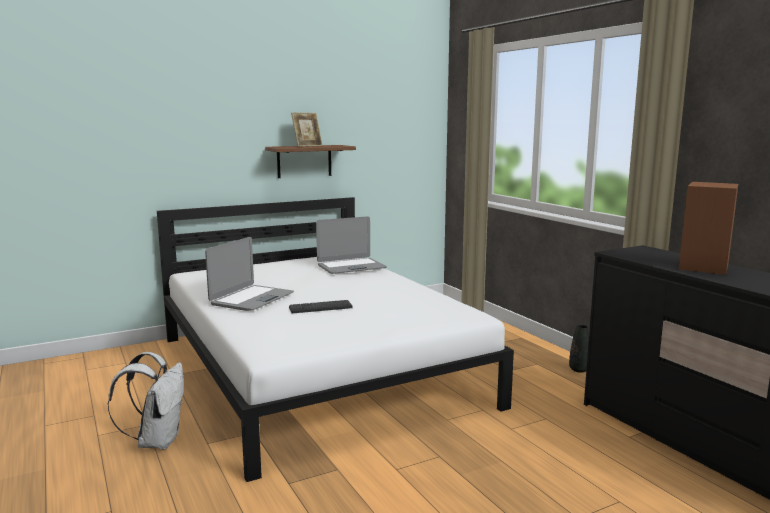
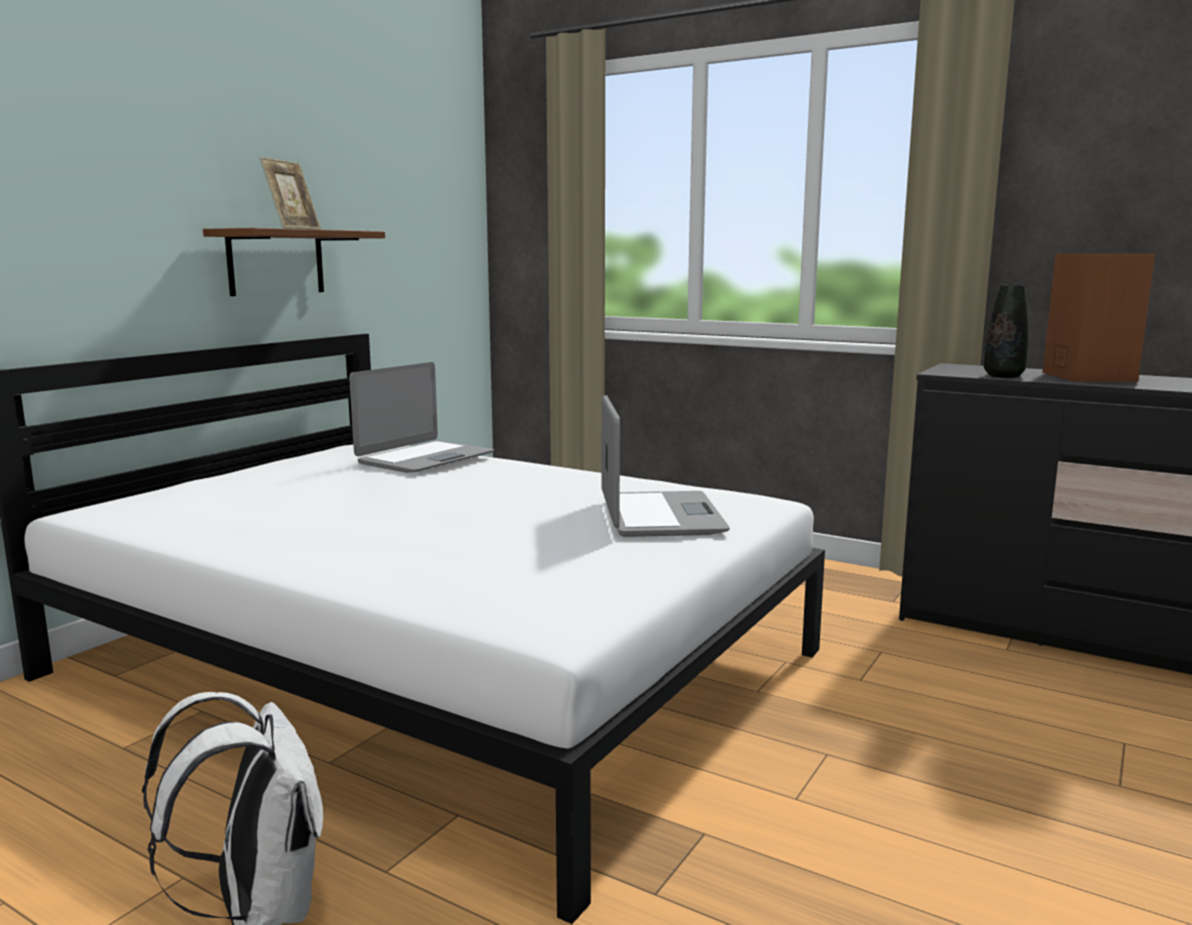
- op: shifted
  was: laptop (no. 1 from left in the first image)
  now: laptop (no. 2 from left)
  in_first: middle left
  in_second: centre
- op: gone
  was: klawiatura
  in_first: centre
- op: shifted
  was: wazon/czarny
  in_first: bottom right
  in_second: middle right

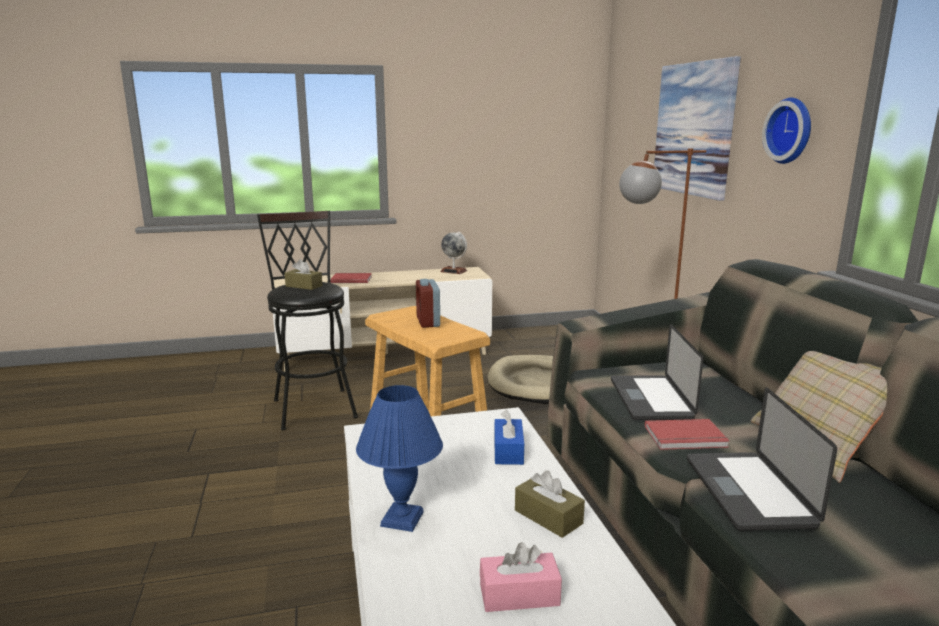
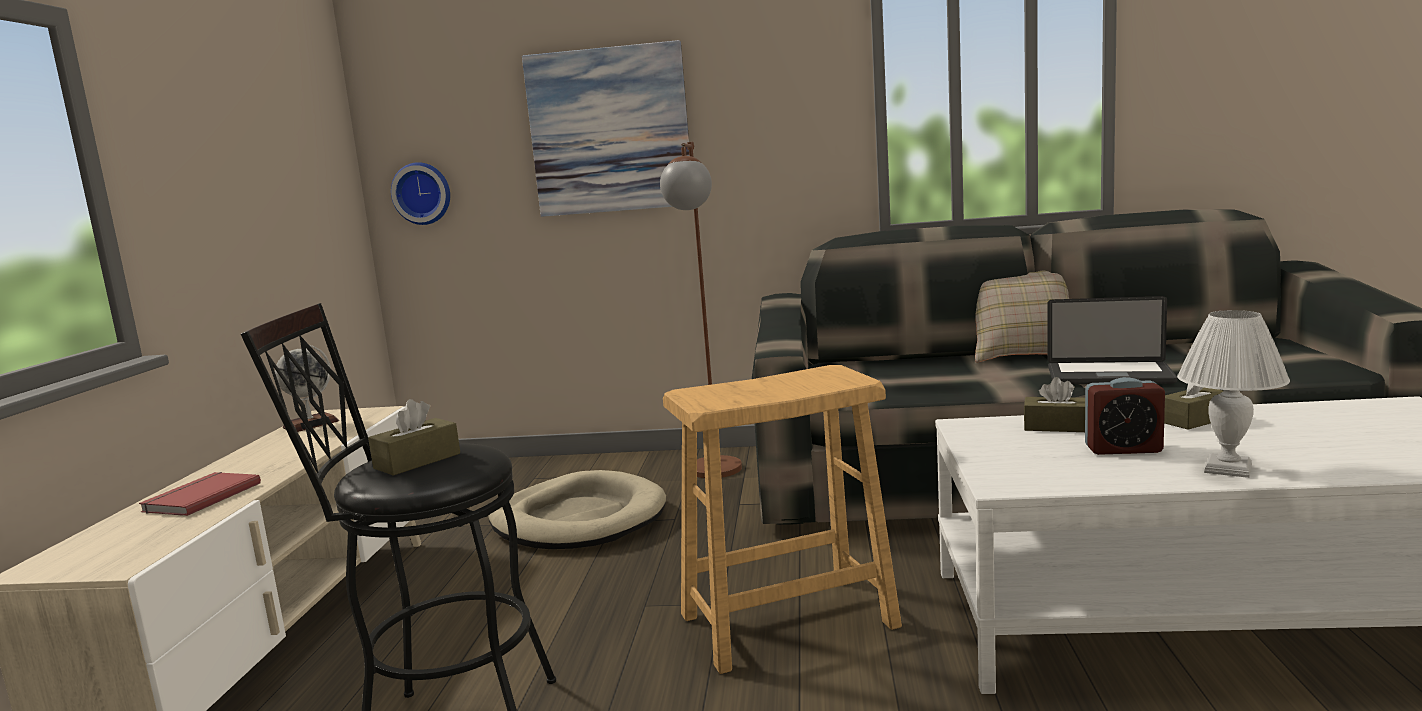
- op: repainted
  was: lampa stołowa/niebieski
  now: lampa stołowa/biały
  in_first: bottom centre
  in_second: middle right
- op: shifted
  was: budzik
  in_first: centre
  in_second: middle right
- op: gone
  was: pudełko chusteczek/różowy
  in_first: bottom centre
- op: repainted
  was: pudełko chusteczek/niebieski
  now: pudełko chusteczek/brązowy (no. 2 from left)
  in_first: bottom centre
  in_second: middle right
- op: gone
  was: laptop (no. 1 from left)
  in_first: middle right
- op: gone
  was: książka/czerwony (no. 2 from left)
  in_first: bottom right
- op: shifted
  was: zegar ścienny
  in_first: top right
  in_second: top left

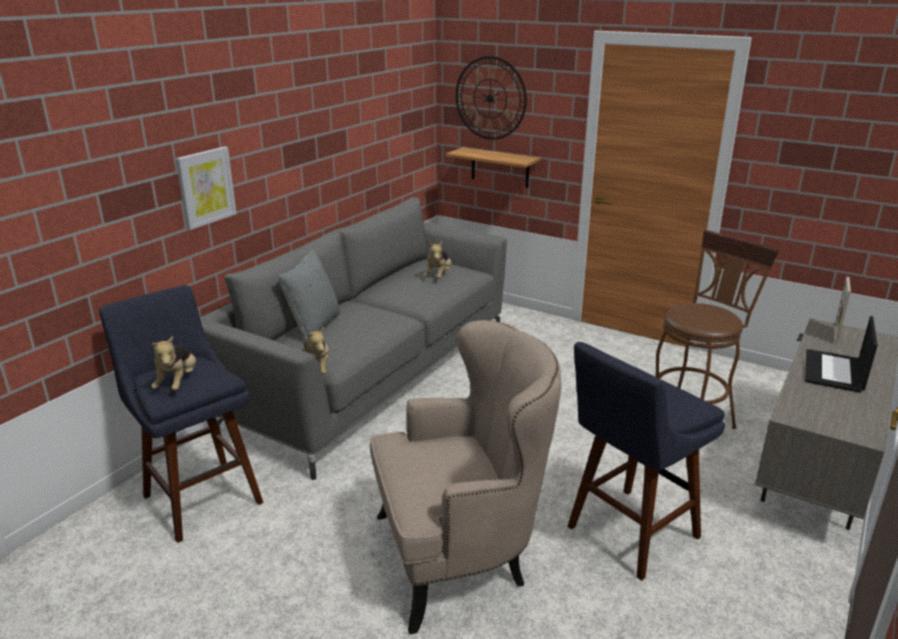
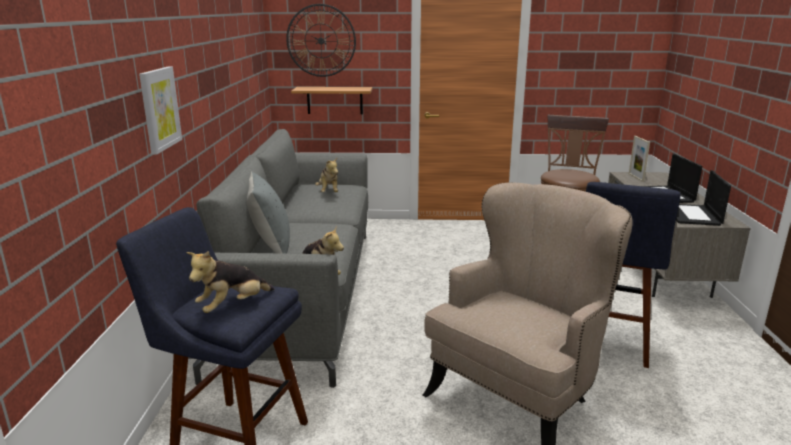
- op: rotated
  was: pluszak (no. 1 from left)
  in_first: middle left
  in_second: middle left
  clockwise: 75
- op: new
  now: laptop (no. 2 from left)
  in_second: middle right

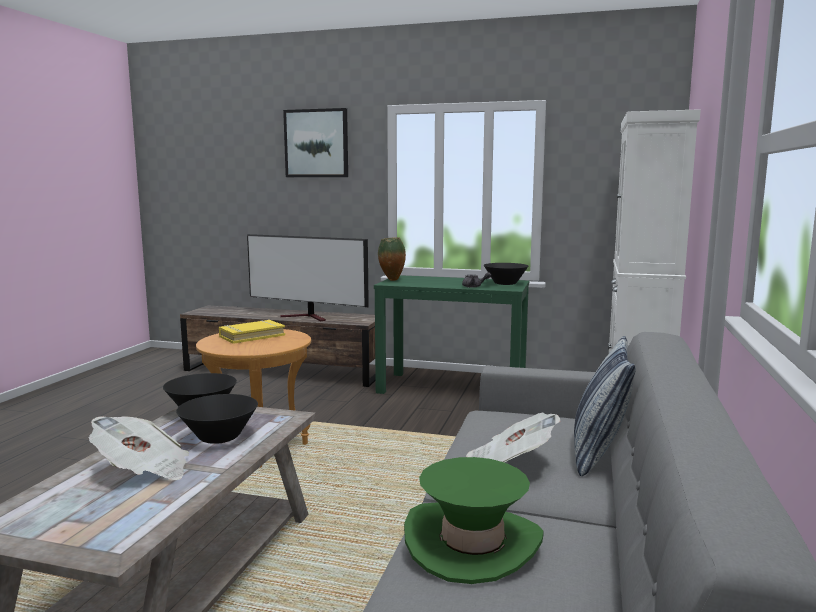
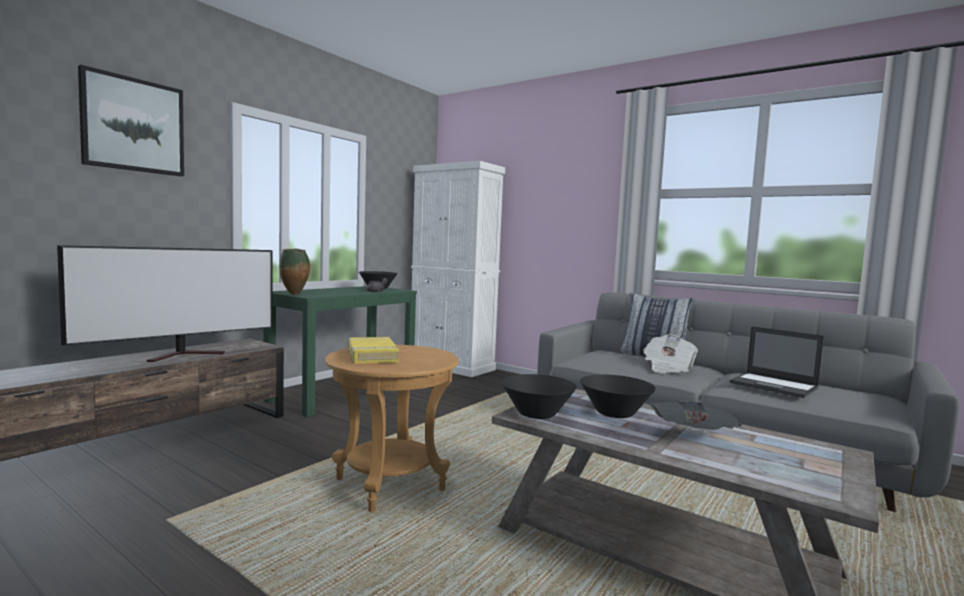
- op: swapped
  was: kapelusz/zielony
  now: laptop
  in_first: bottom centre
  in_second: middle right

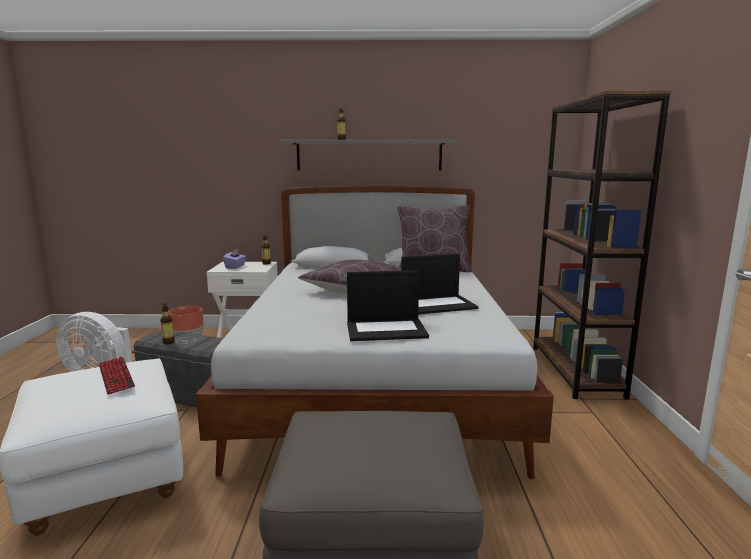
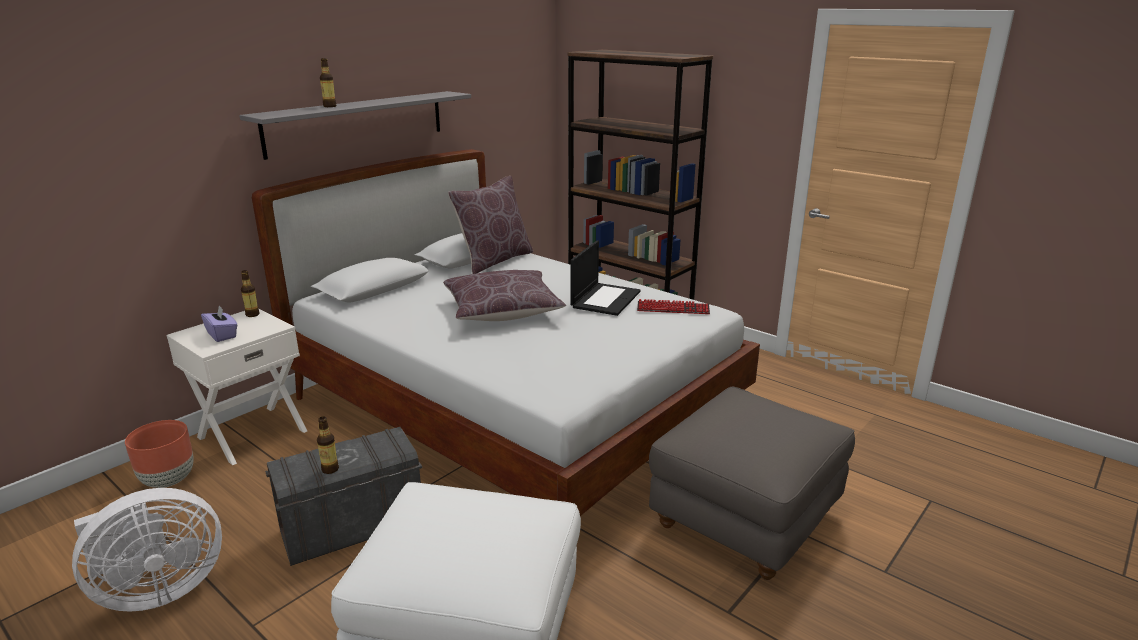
- op: shifted
  was: klawiatura
  in_first: bottom left
  in_second: centre
- op: gone
  was: laptop (no. 1 from left)
  in_first: centre

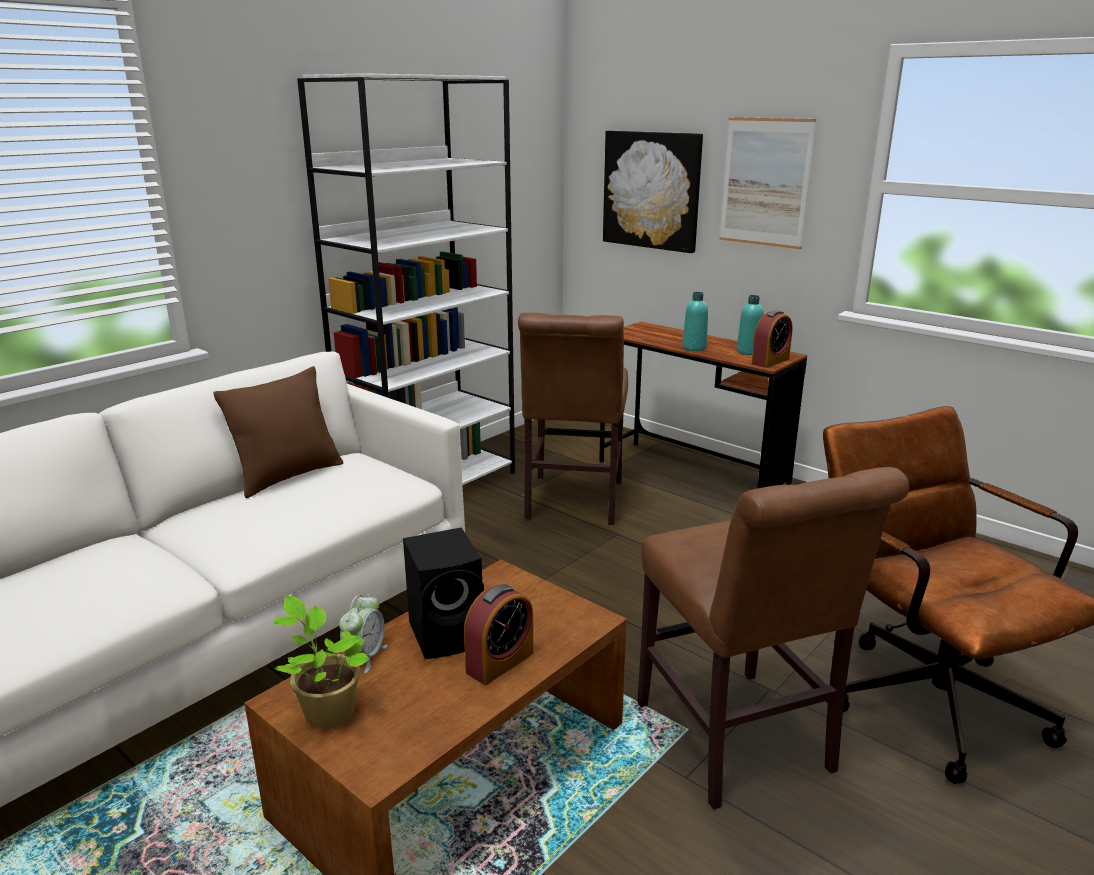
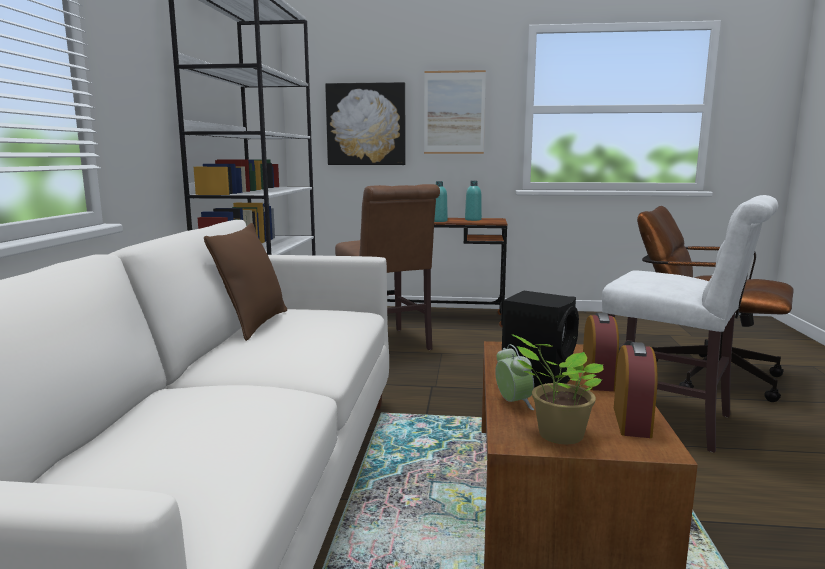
- op: repainted
  was: krzesło/brązowy (no. 2 from left)
  now: krzesło/biały
  in_first: bottom right
  in_second: middle right
- op: shifted
  was: budzik (no. 3 from left)
  in_first: middle right
  in_second: bottom right

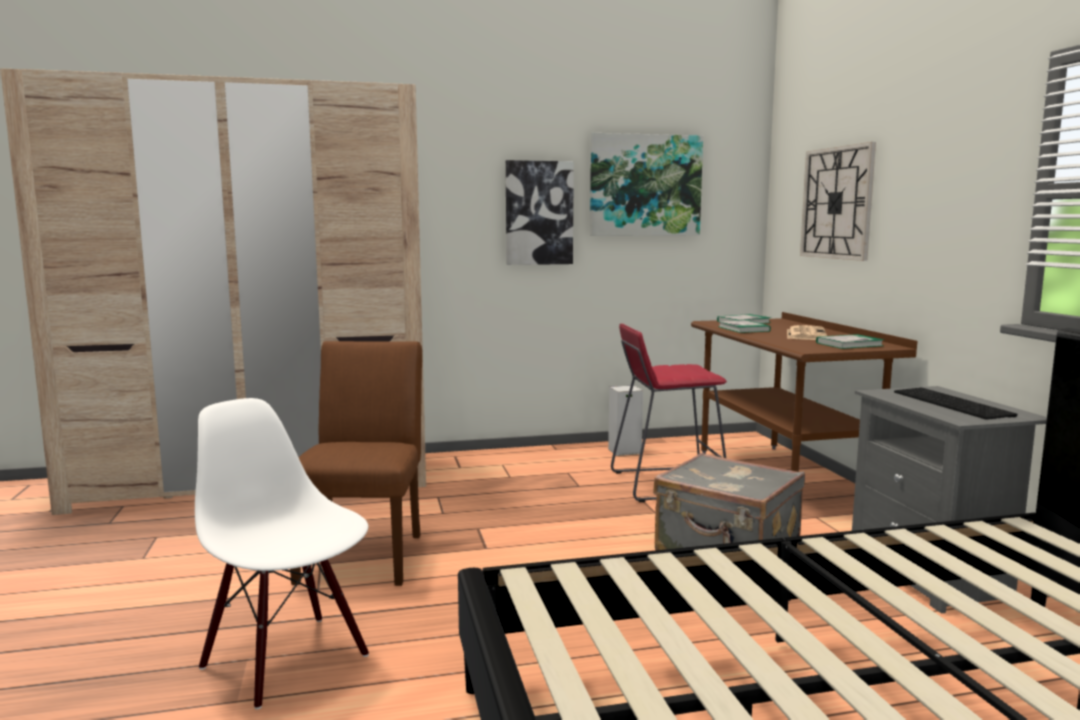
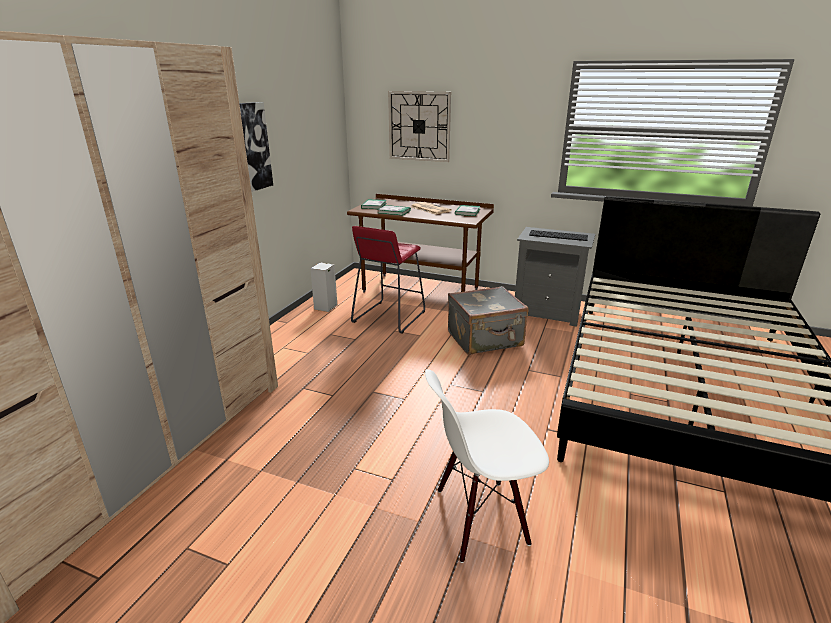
- op: gone
  was: krzesło/brązowy
  in_first: middle left
- op: gone
  was: obraz (no. 2 from left)
  in_first: top centre

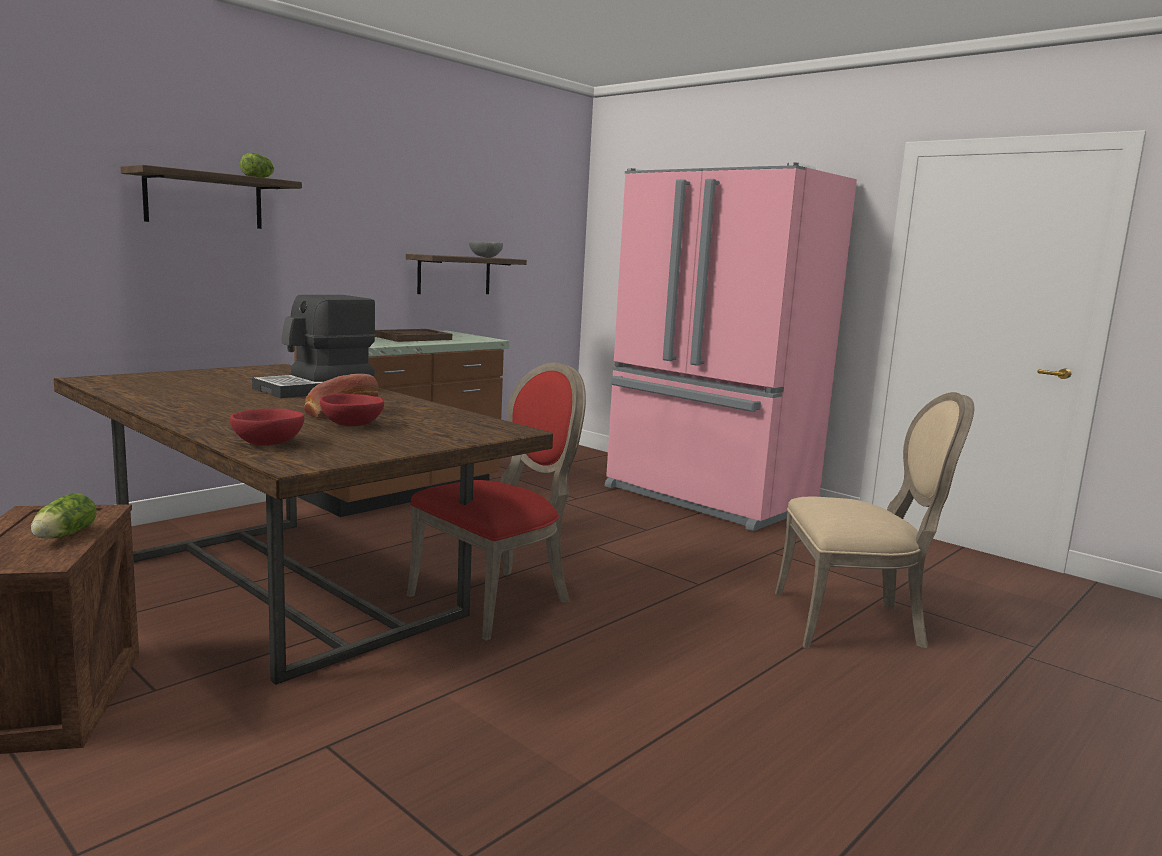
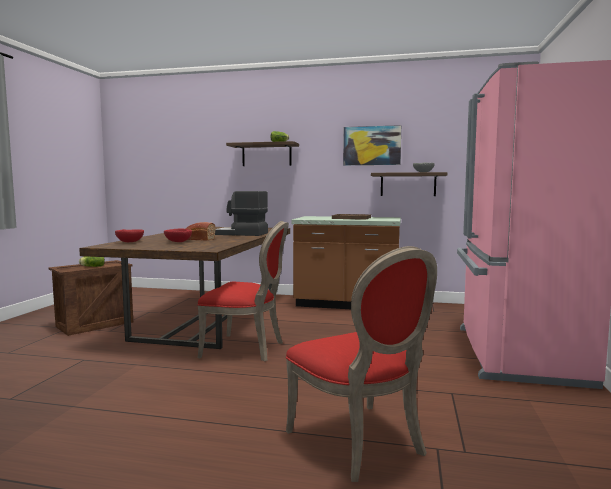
- op: repainted
  was: krzesło/beżowy
  now: krzesło/czerwony (no. 2 from left)
  in_first: middle right
  in_second: bottom centre
- op: new
  now: obraz
  in_second: top centre

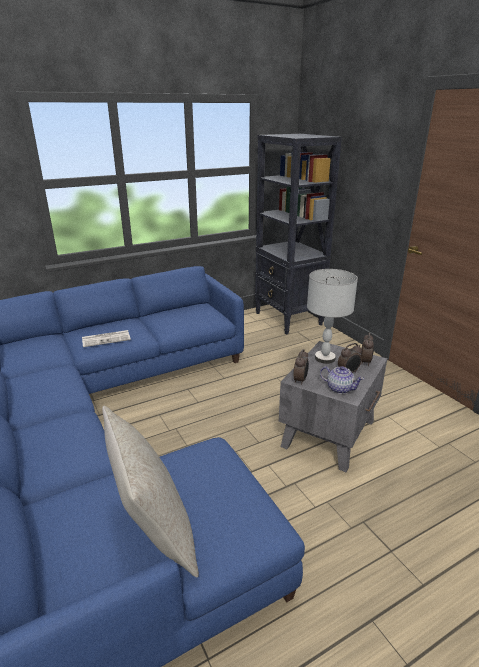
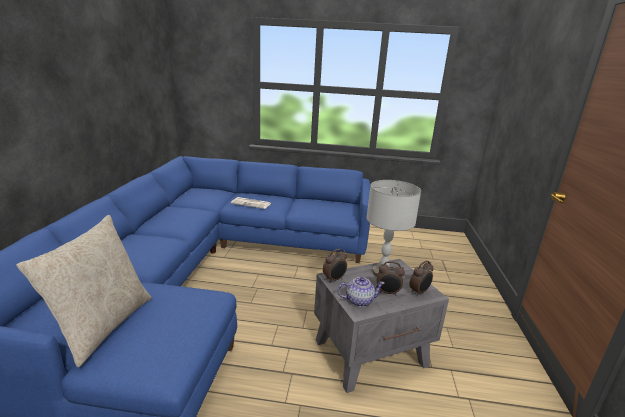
- op: gone
  was: regał/czarny
  in_first: centre
- op: rotated
  was: imbryk
  in_first: middle right
  in_second: bottom centre
  clockwise: -75

